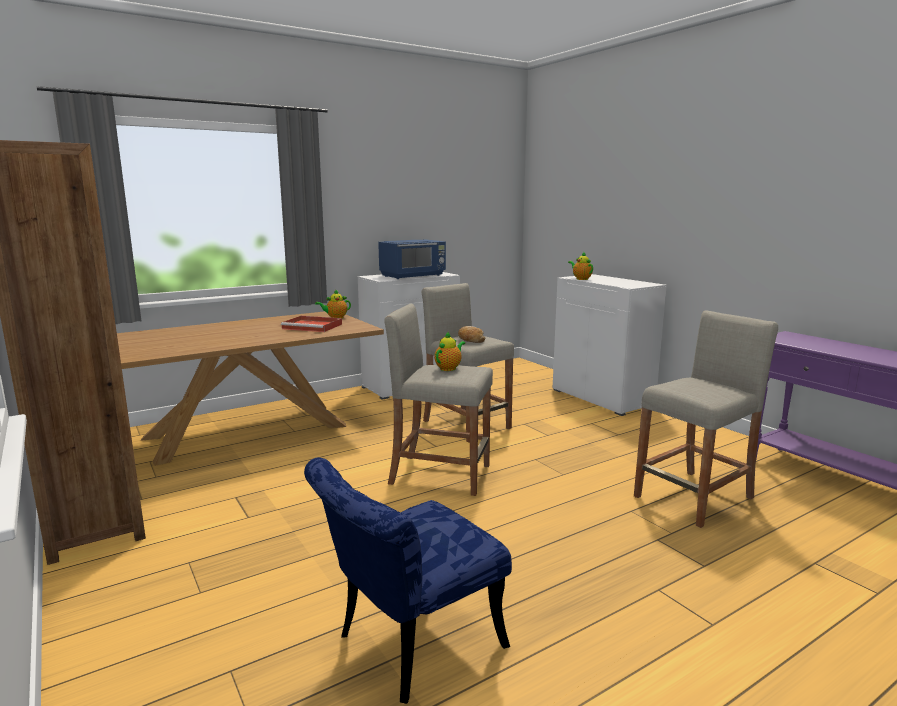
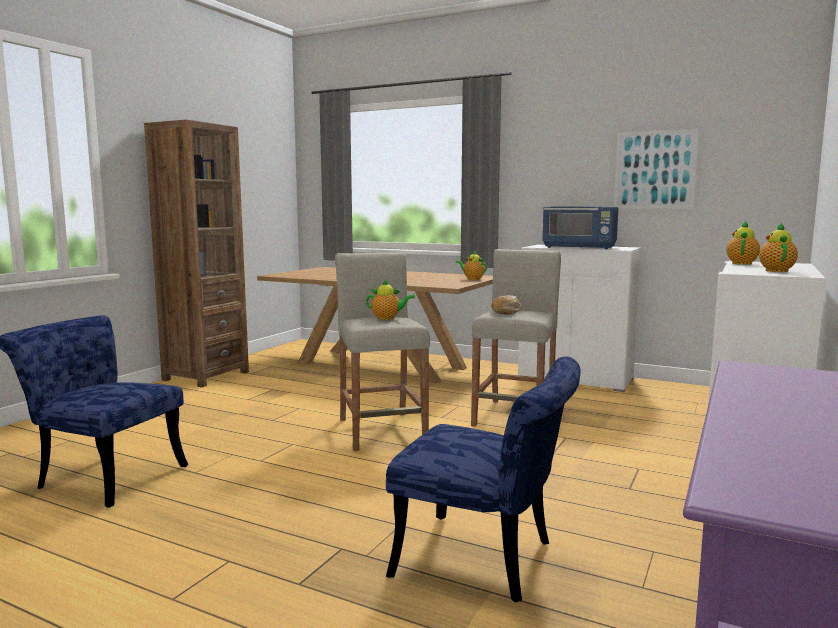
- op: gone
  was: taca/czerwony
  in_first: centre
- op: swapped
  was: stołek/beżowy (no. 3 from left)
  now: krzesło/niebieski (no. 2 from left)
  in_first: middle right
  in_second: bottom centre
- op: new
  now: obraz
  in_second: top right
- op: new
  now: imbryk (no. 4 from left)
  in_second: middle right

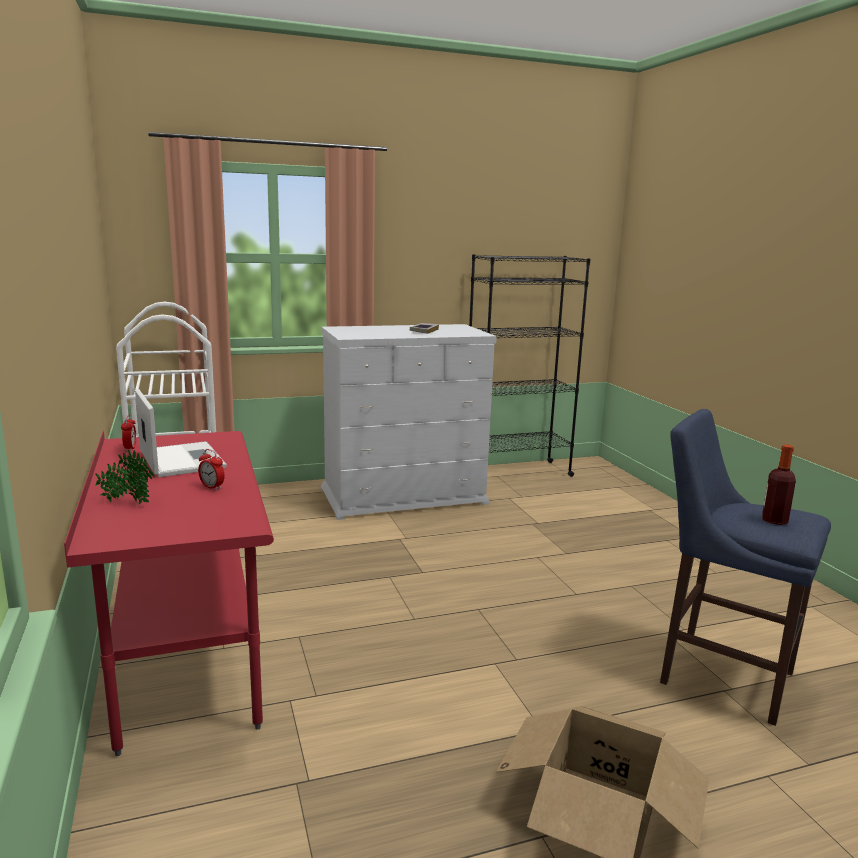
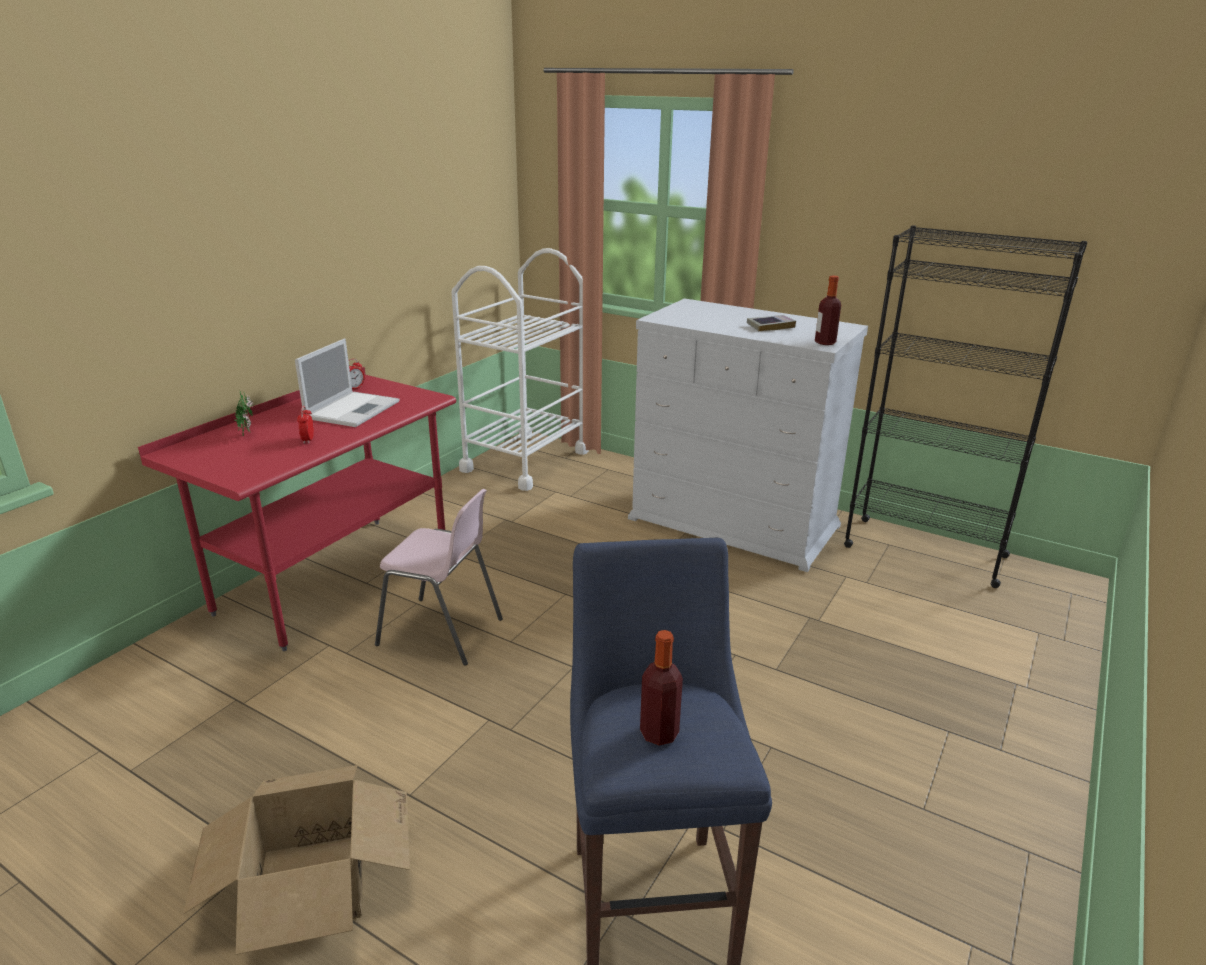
- op: new
  now: krzesło/różowy
  in_second: centre
- op: new
  now: butelka (no. 2 from left)
  in_second: top right

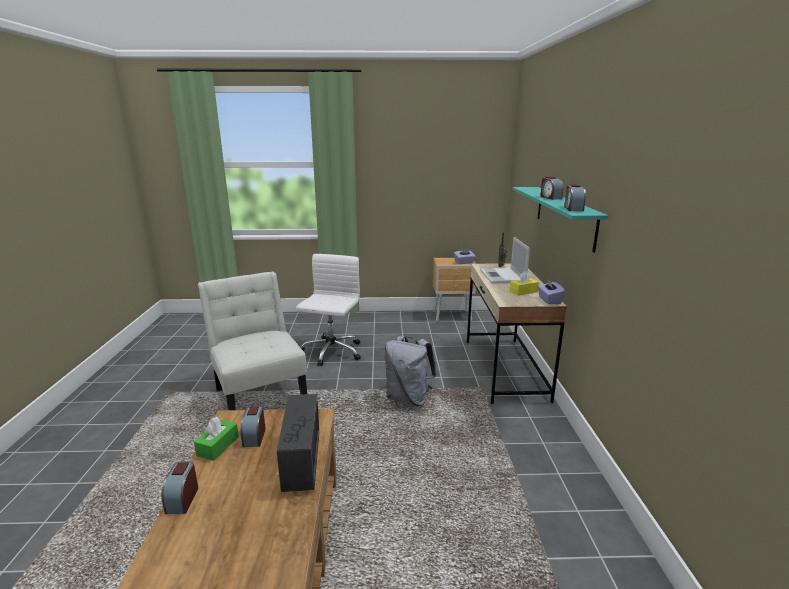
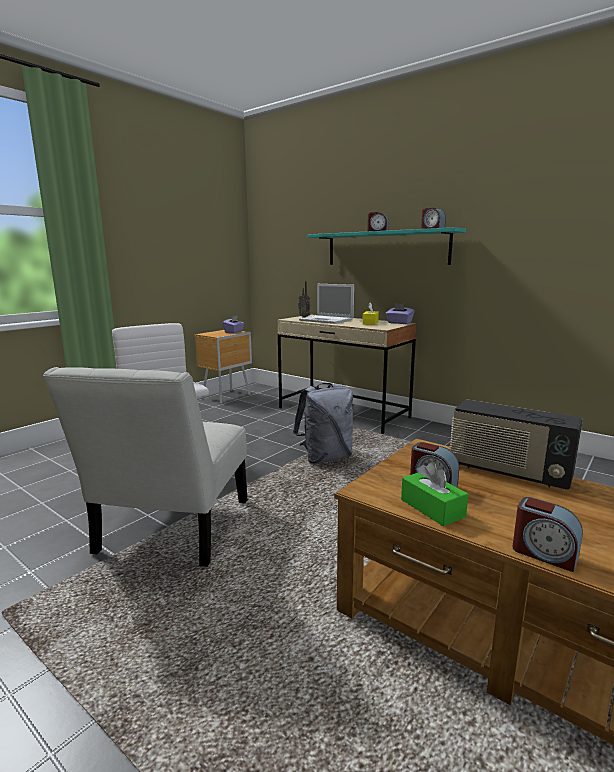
- op: rotated
  was: krzesło/biały
  in_first: middle left
  in_second: middle left
  clockwise: -90

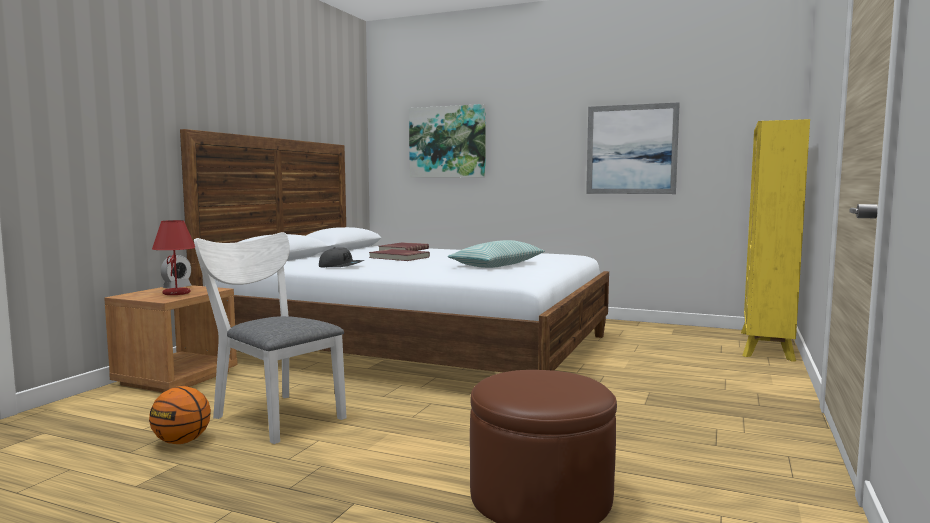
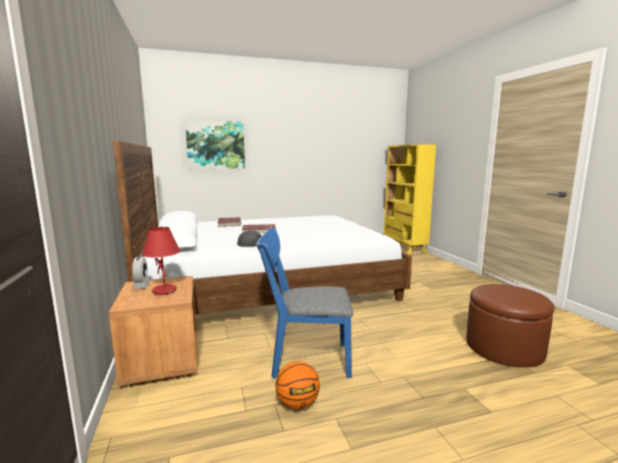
- op: repainted
  was: krzesło/biały
  now: krzesło/niebieski
  in_first: middle left
  in_second: centre
- op: gone
  was: poduszka
  in_first: centre
- op: gone
  was: obraz (no. 2 from left)
  in_first: top right

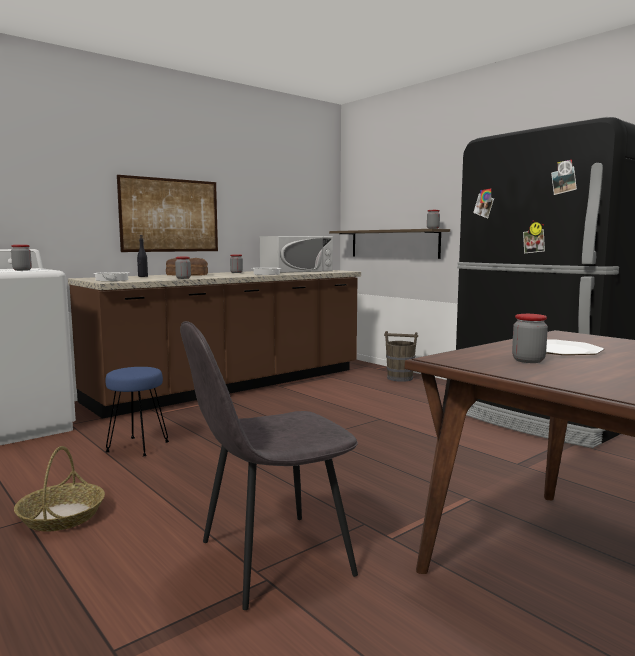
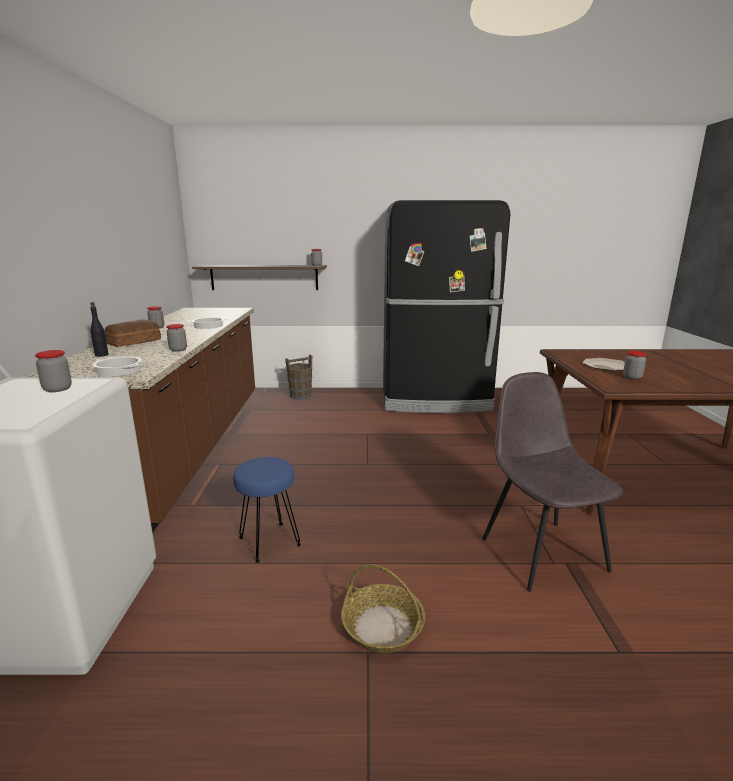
- op: gone
  was: obraz
  in_first: top left
- op: rotated
  was: krzesło/szary
  in_first: bottom centre
  in_second: middle right
  clockwise: 150
- op: gone
  was: mikrofalówka/biały
  in_first: centre

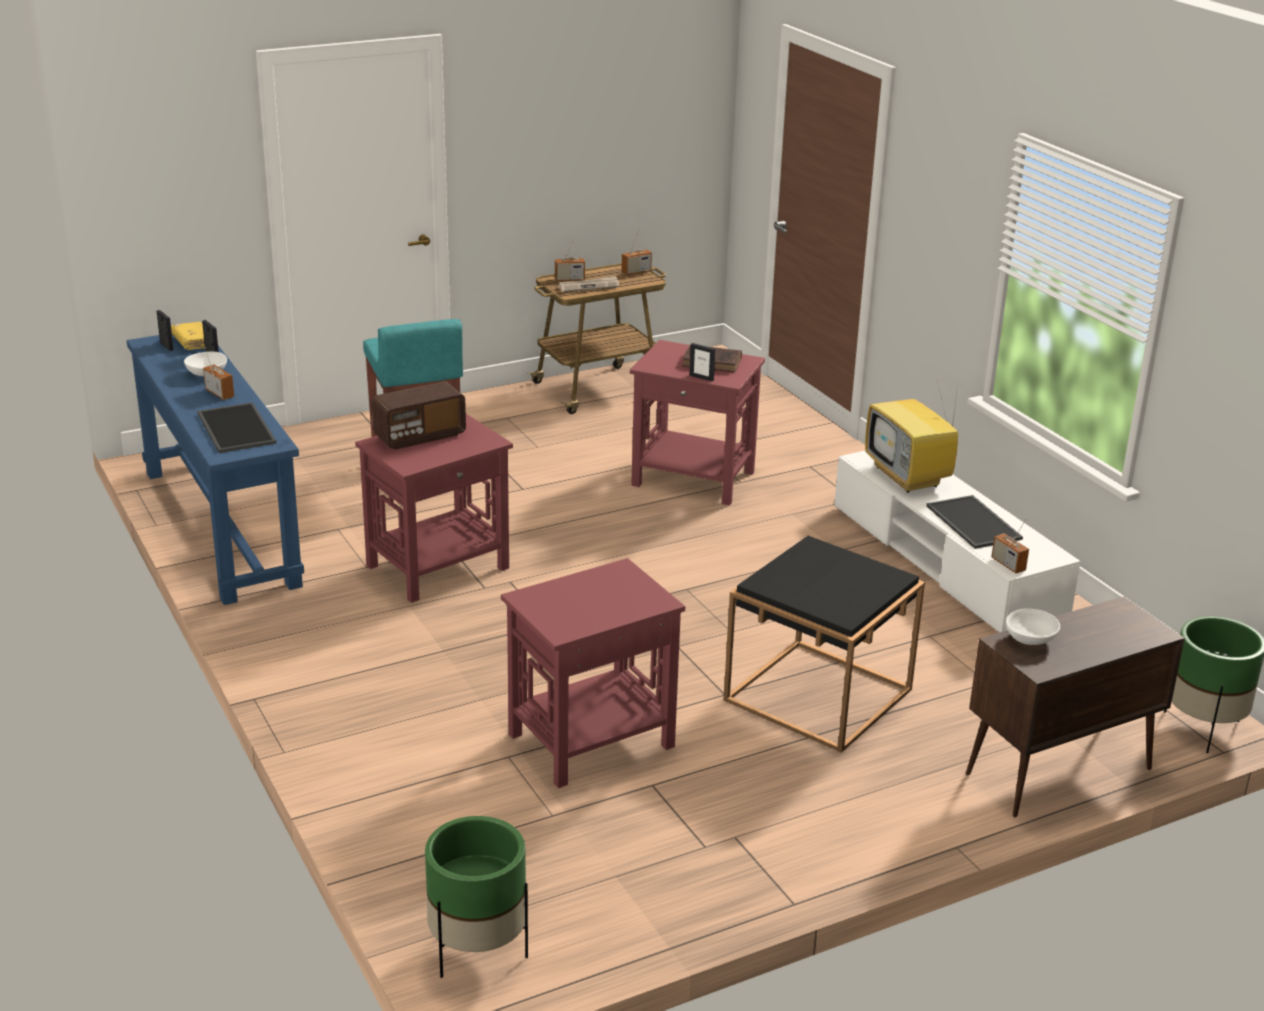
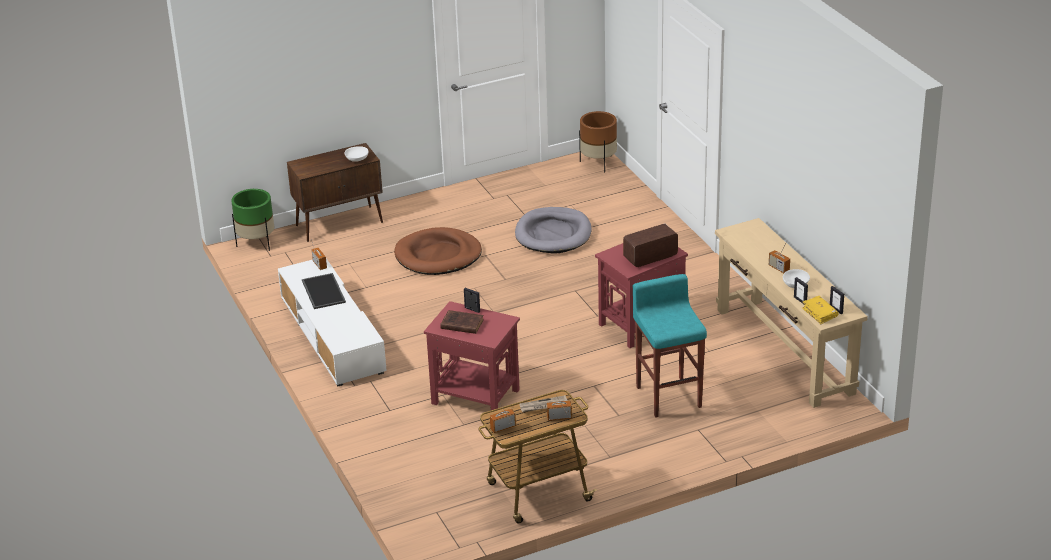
- op: repainted
  was: stolik konsolowy/niebieski
  now: stolik konsolowy/beżowy
  in_first: middle left
  in_second: middle right
- op: gone
  was: taca (no. 1 from left)
  in_first: middle left
- op: repainted
  was: donica/zielony (no. 1 from left)
  now: donica/brązowy
  in_first: bottom centre
  in_second: top centre
- op: swapped
  was: stolik/czerwony (no. 2 from left)
  now: legowisko/szary
  in_first: centre
  in_second: centre
- op: swapped
  was: stolik/czarny
  now: legowisko/brązowy
  in_first: centre
  in_second: centre
- op: gone
  was: telewizor
  in_first: middle right

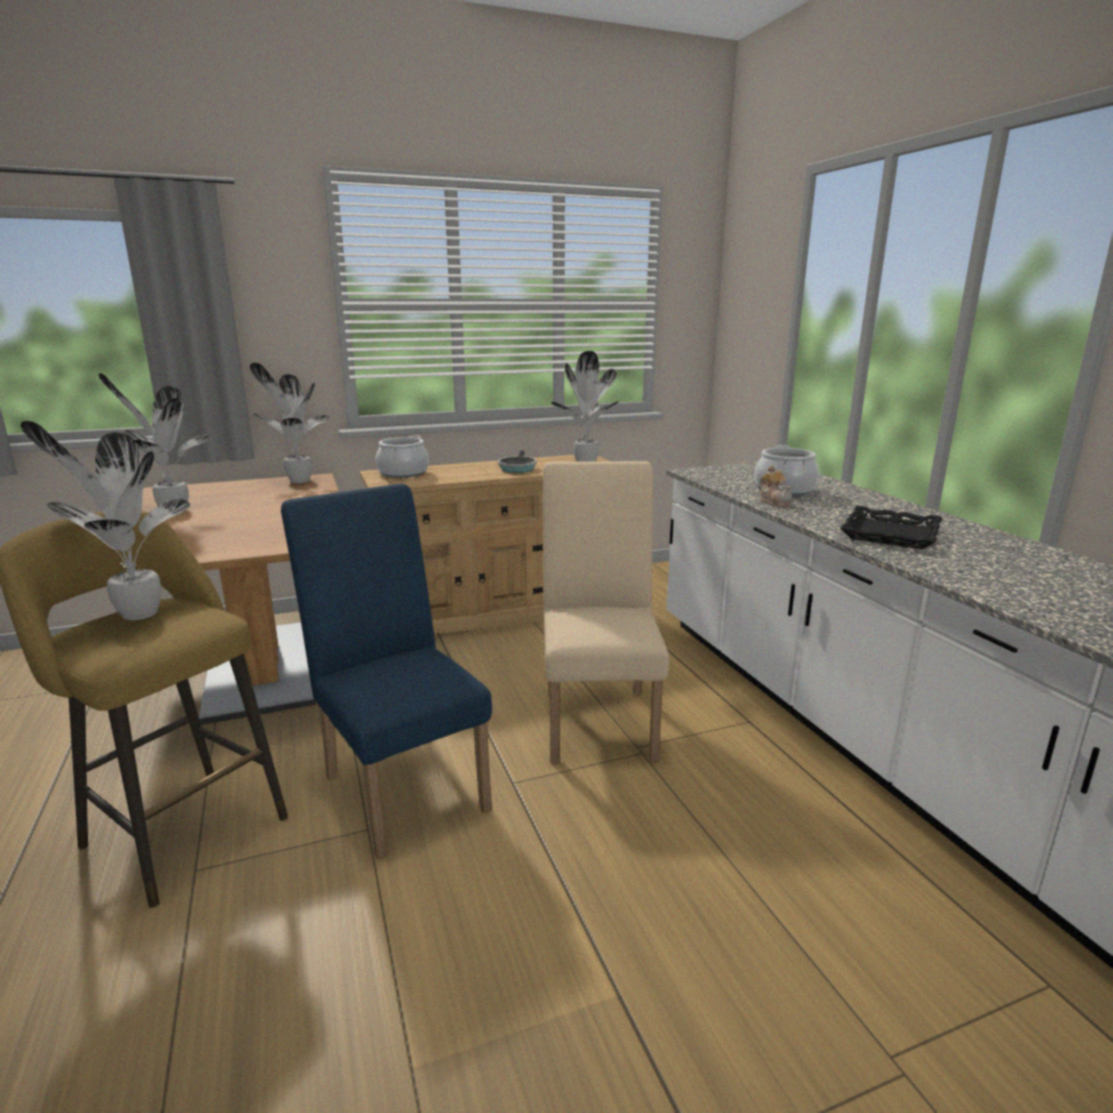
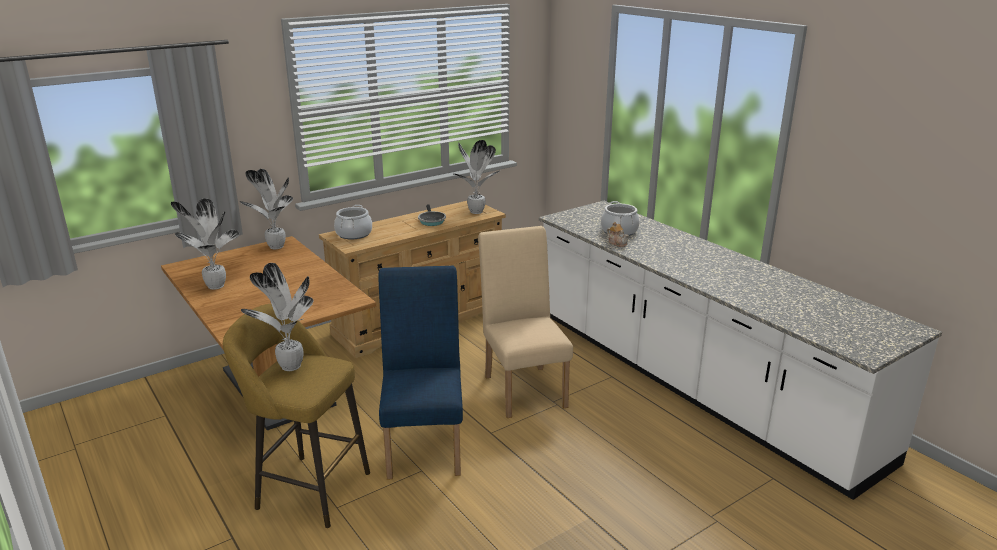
- op: rotated
  was: krzesło/niebieski
  in_first: centre
  in_second: bottom centre
  clockwise: 45
- op: gone
  was: taca/czarny
  in_first: middle right

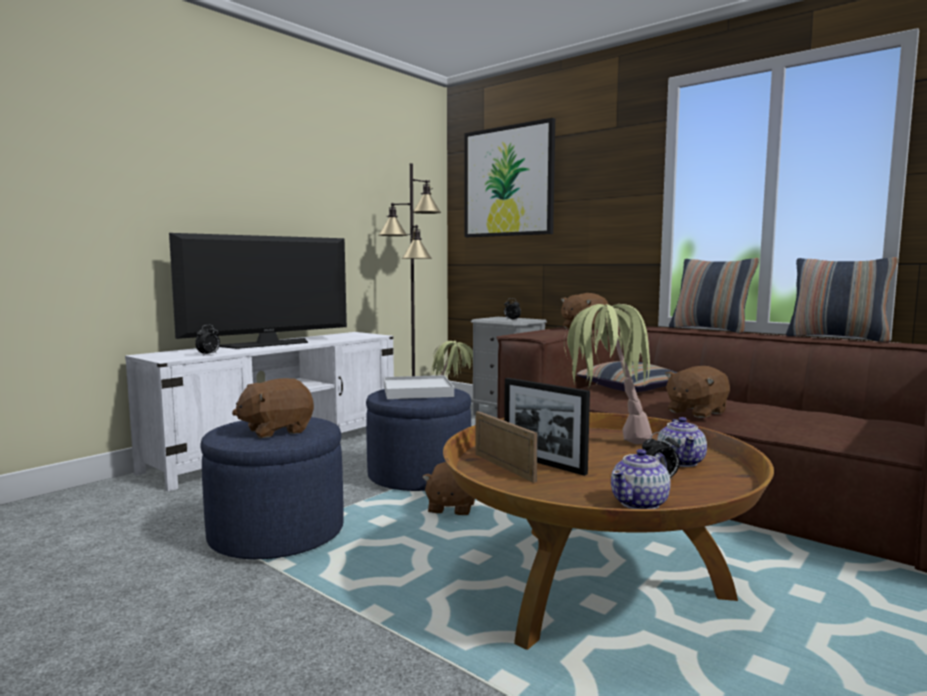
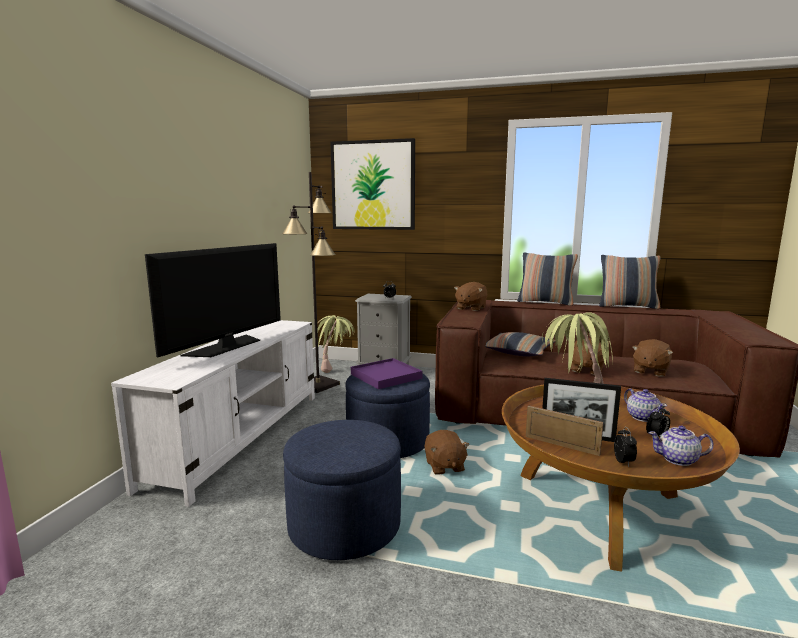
- op: shifted
  was: budzik (no. 1 from left in the first image)
  now: budzik (no. 2 from left)
  in_first: middle left
  in_second: bottom right
- op: shifted
  was: pluszak/brązowy (no. 1 from left in the first image)
  now: pluszak/brązowy (no. 4 from left)
  in_first: middle left
  in_second: middle right
- op: repainted
  was: taca/biały
  now: taca/fioletowy
  in_first: centre
  in_second: centre
- op: rotated
  was: imbryk (no. 1 from left in the first image)
  in_first: bottom right
  in_second: bottom right
  clockwise: 75

